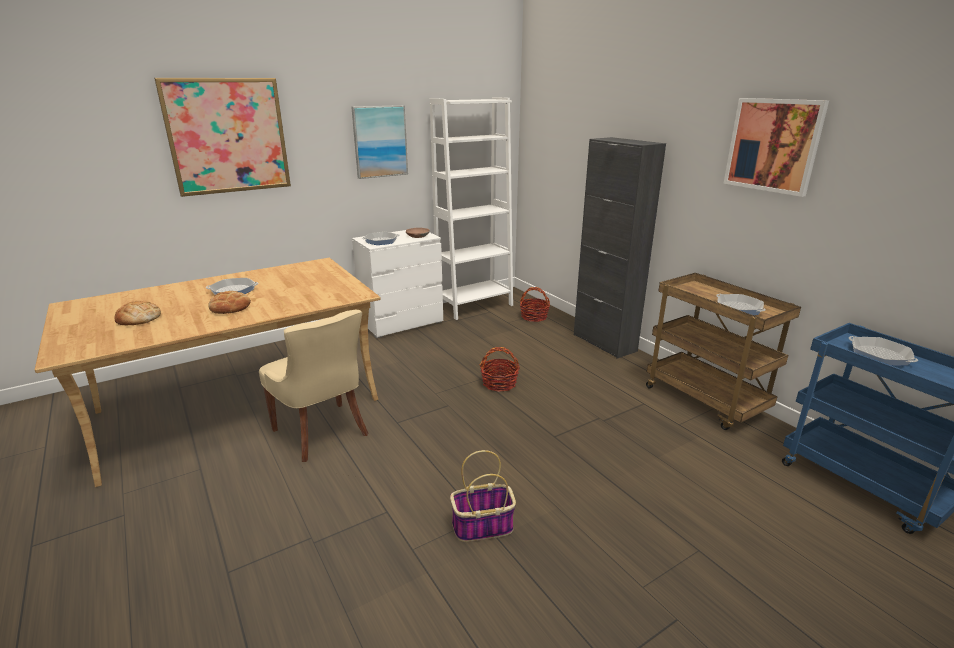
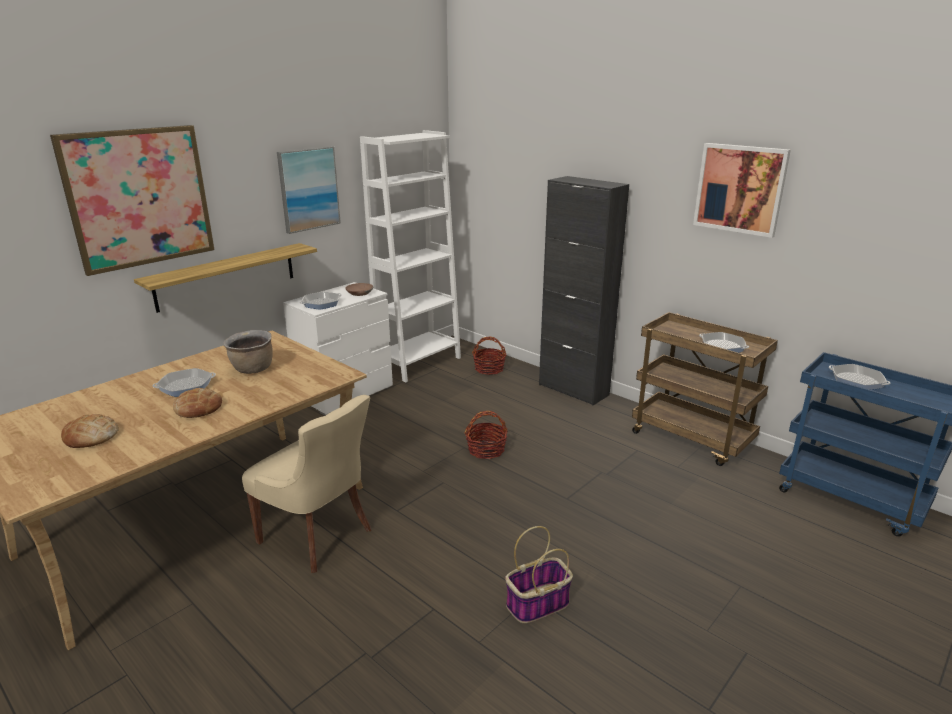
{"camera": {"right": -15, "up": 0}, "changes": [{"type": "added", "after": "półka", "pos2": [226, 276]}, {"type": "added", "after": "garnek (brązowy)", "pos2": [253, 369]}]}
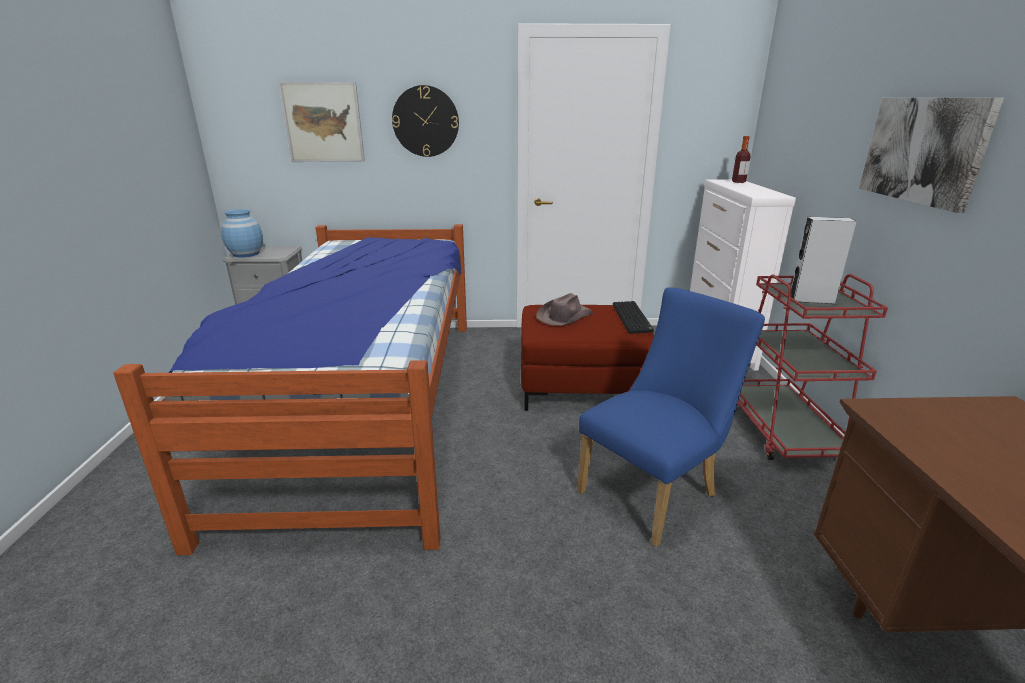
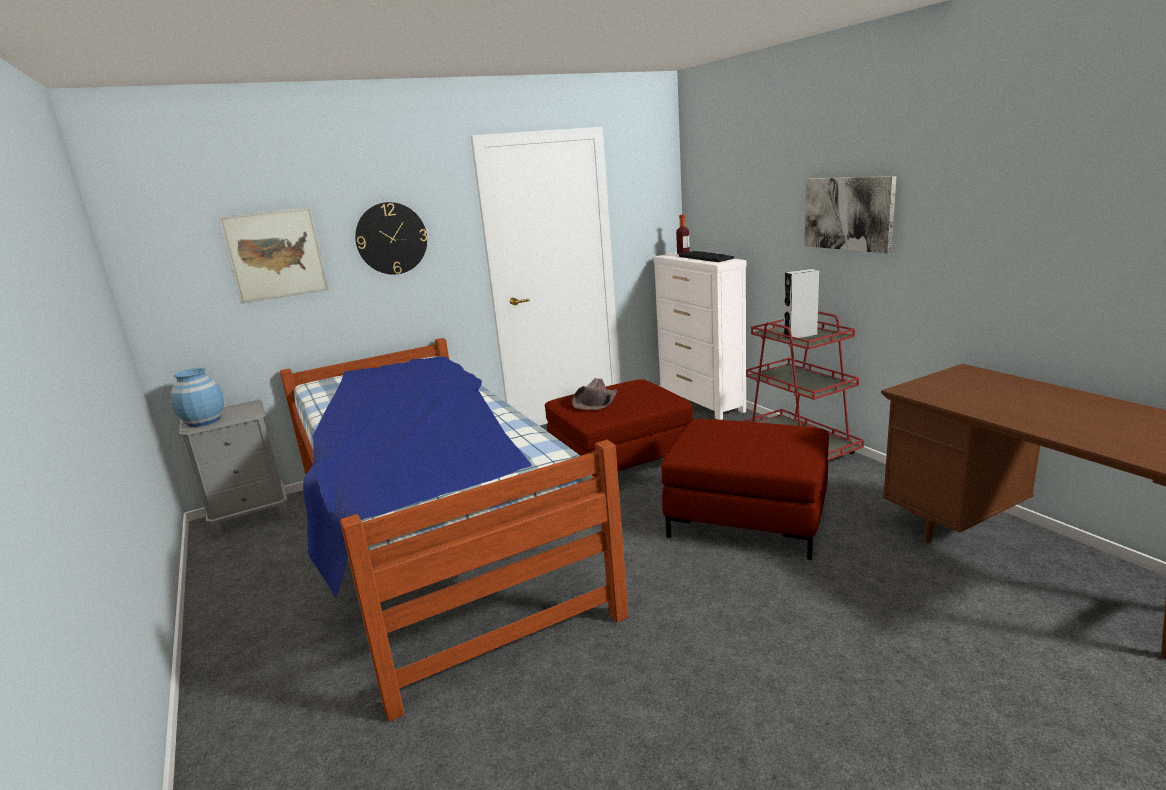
{"camera": {"right": -25, "up": -5}, "changes": [{"type": "replaced", "before": "krzesło (niebieski)", "after": "pufa (czerwony)", "pos1": [654, 491], "pos2": [748, 518]}, {"type": "moved", "before": "klawiatura", "pos1": [633, 318], "pos2": [707, 258]}]}
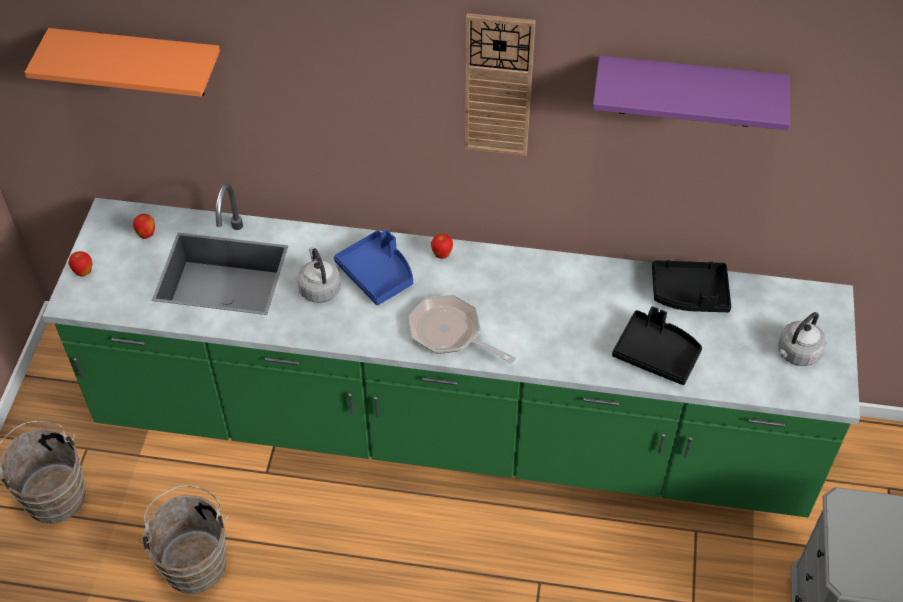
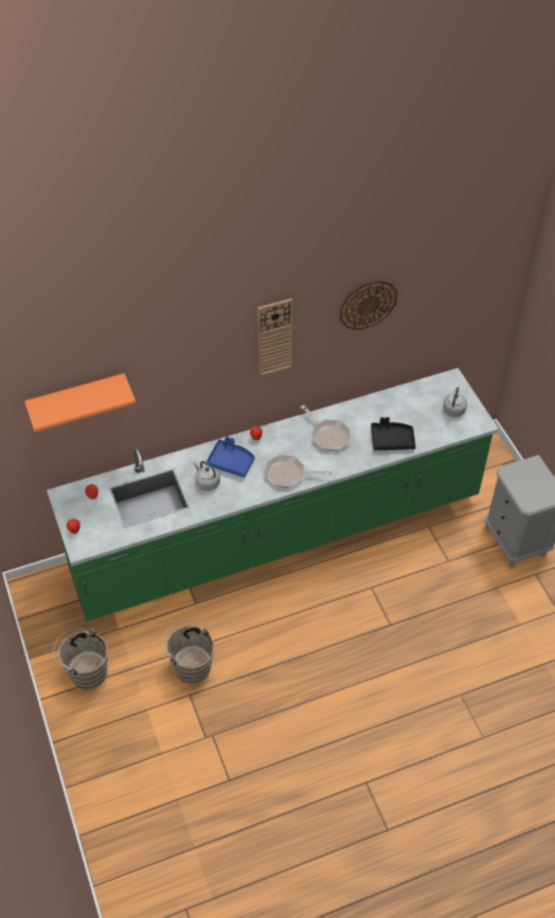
{"camera": {"right": -30, "up": 0}, "changes": [{"type": "added", "after": "patelnia", "pos2": [328, 435]}, {"type": "replaced", "before": "półka (fioletowy)", "after": "zegar ścienny", "pos1": [688, 92], "pos2": [367, 304]}, {"type": "removed", "before": "taca (czarny)", "pos1": [690, 294]}]}
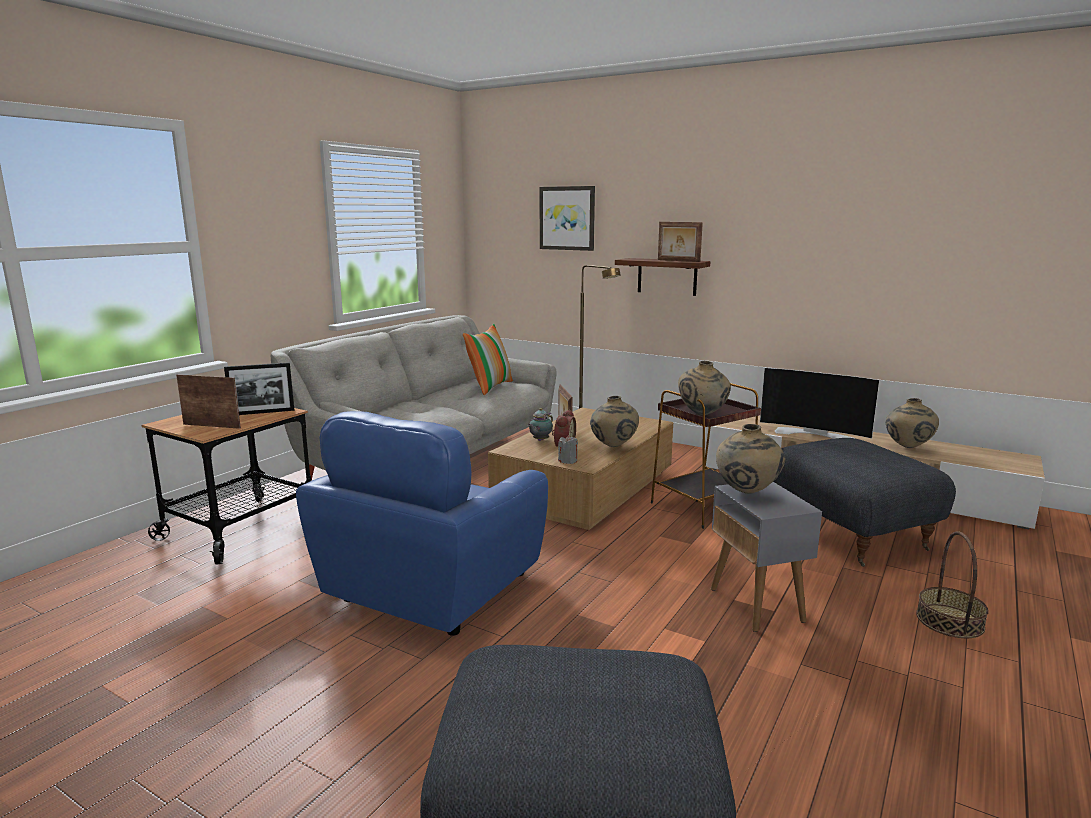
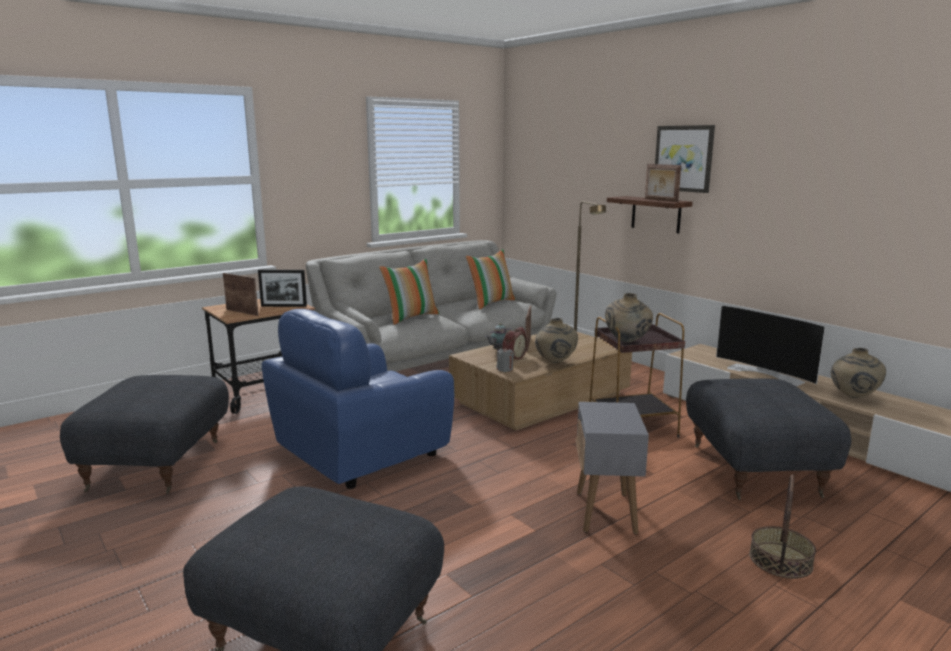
{"camera": {"right": 20, "up": 0}, "changes": [{"type": "added", "after": "pufa (szary)", "pos2": [159, 465]}, {"type": "added", "after": "poduszka", "pos2": [411, 317]}, {"type": "moved", "before": "obraz", "pos1": [567, 218], "pos2": [683, 158]}, {"type": "removed", "before": "wazon (beżowy)", "pos1": [747, 493]}]}
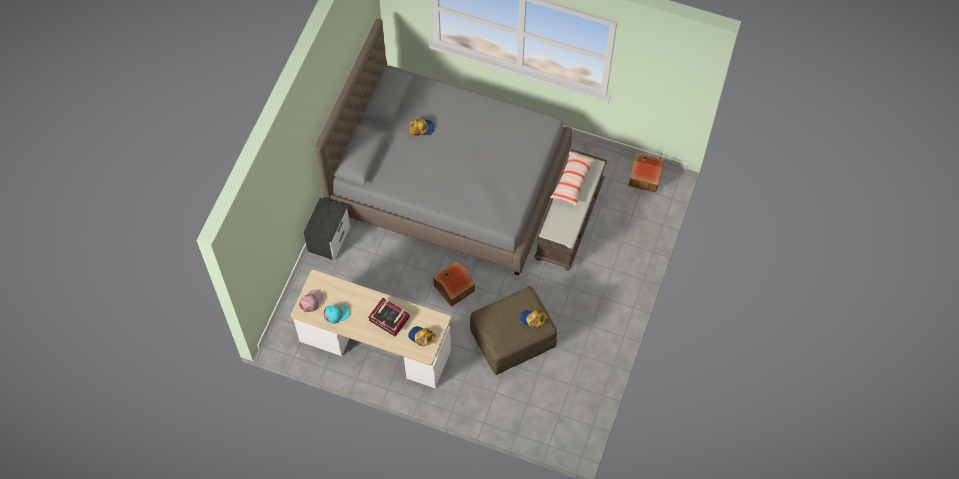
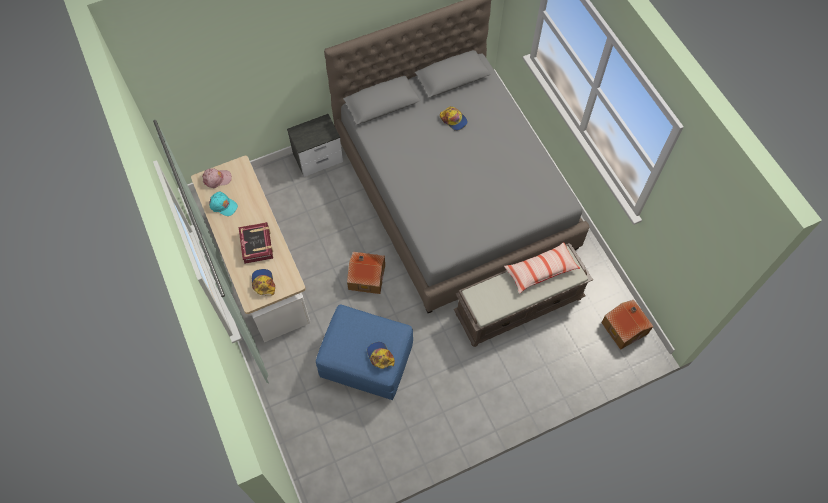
{"camera": {"right": 45, "up": 0}, "changes": [{"type": "recoloured", "before": "pufa (brązowy)", "after": "pufa (niebieski)", "pos1": [512, 339], "pos2": [366, 360]}]}
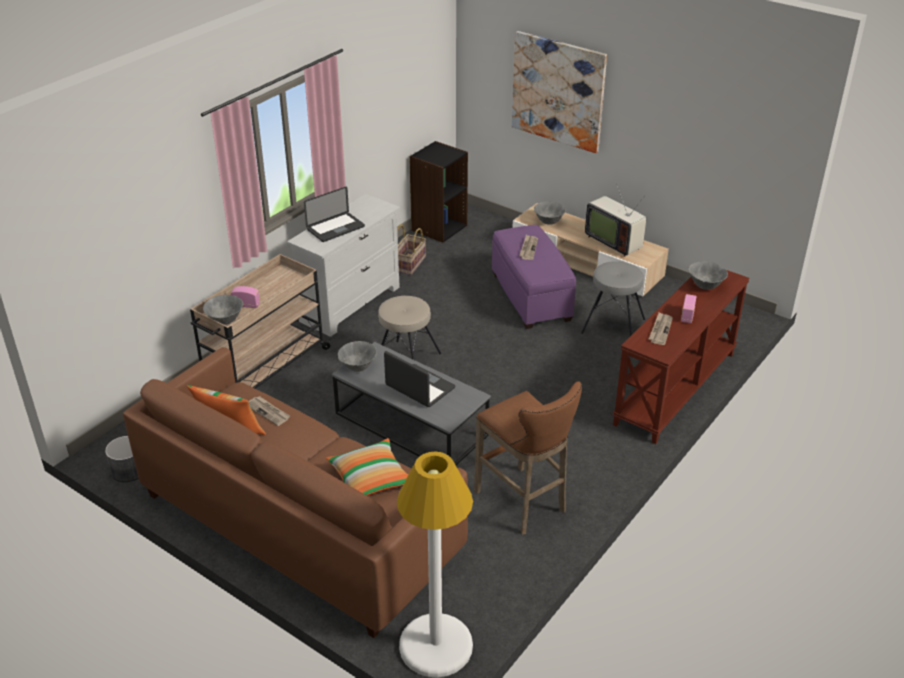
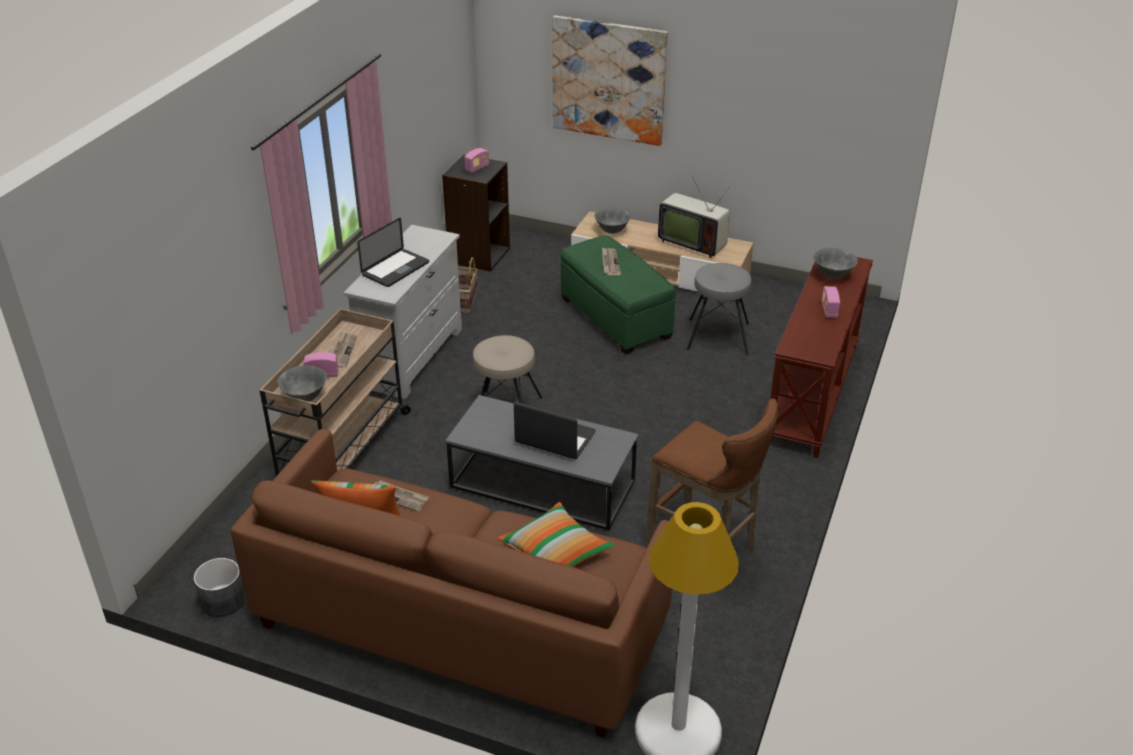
{"camera": {"right": -15, "up": 0}, "changes": [{"type": "moved", "before": "gazeta", "pos1": [660, 330], "pos2": [342, 351]}, {"type": "added", "after": "radio", "pos2": [477, 168]}, {"type": "recoloured", "before": "pufa (fioletowy)", "after": "pufa (zielony)", "pos1": [531, 297], "pos2": [616, 318]}, {"type": "removed", "before": "miska (szary)", "pos1": [358, 367]}]}
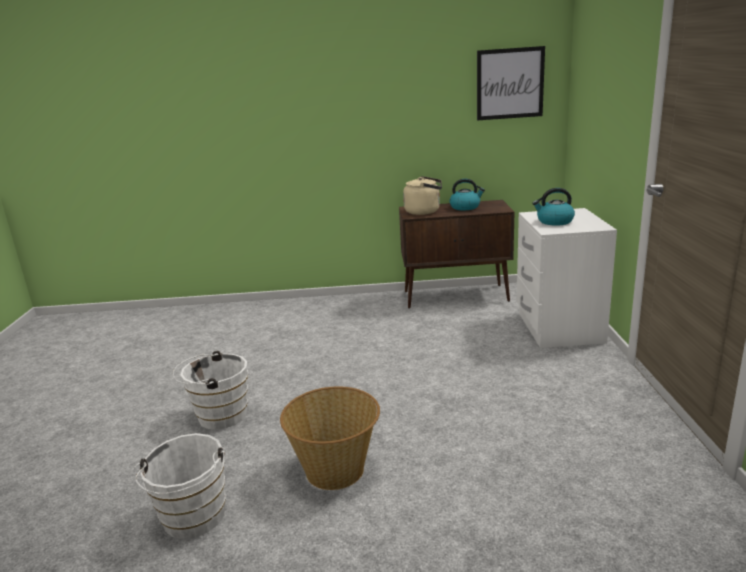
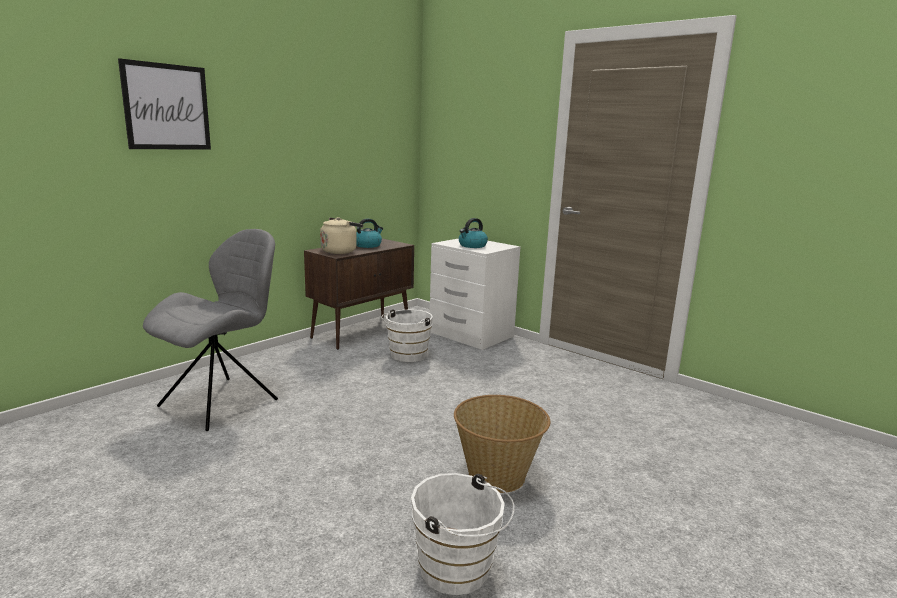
{"camera": {"right": -50, "up": -5}, "changes": [{"type": "moved", "before": "obraz", "pos1": [510, 83], "pos2": [167, 107]}, {"type": "added", "after": "krzesło (szary)", "pos2": [223, 401]}, {"type": "moved", "before": "wiadro (biały)", "pos1": [218, 415], "pos2": [406, 356]}]}
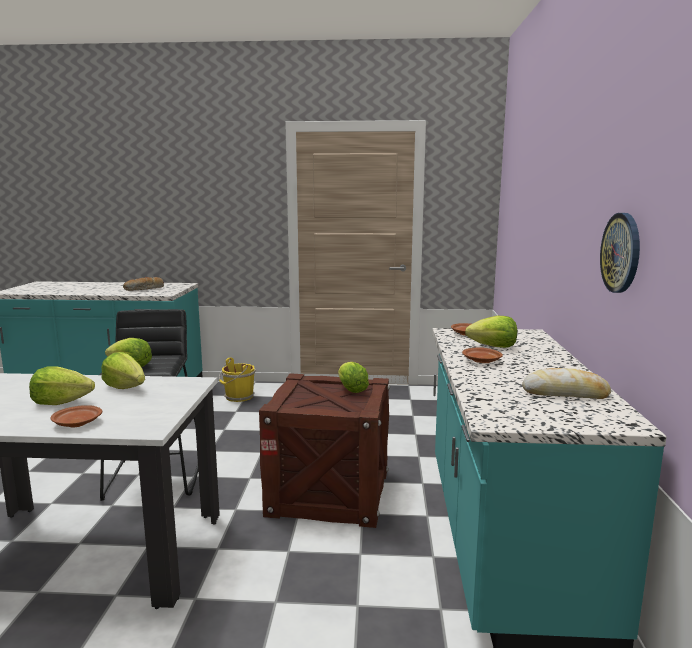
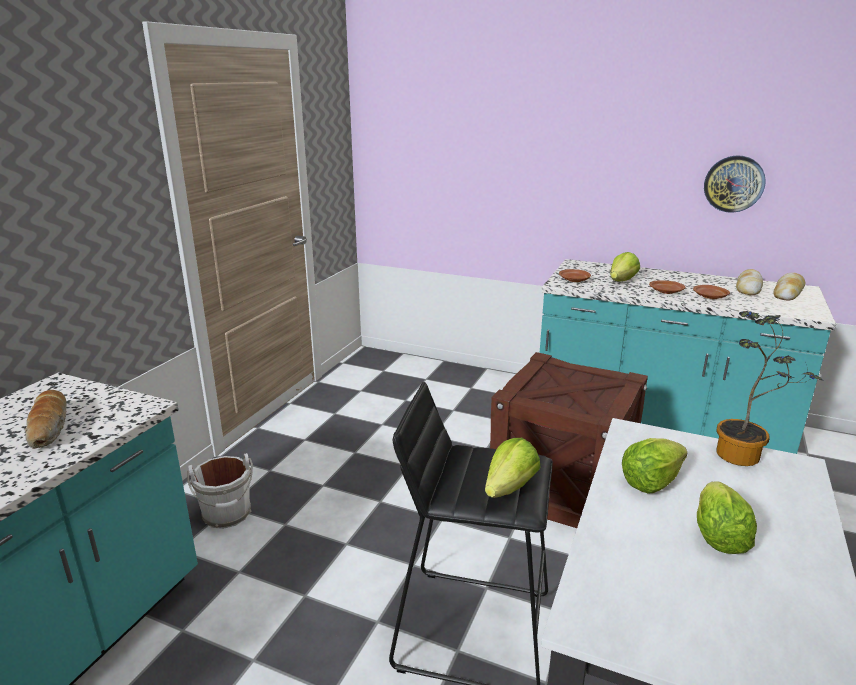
{"camera": {"right": -70, "up": 10}, "changes": [{"type": "recoloured", "before": "wiadro (żółty)", "after": "wiadro (biały)", "pos1": [238, 397], "pos2": [227, 515]}, {"type": "moved", "before": "talerz (brązowy)", "pos1": [76, 423], "pos2": [710, 297]}, {"type": "added", "after": "roślina doniczkowa", "pos2": [744, 457]}, {"type": "added", "after": "chleb", "pos2": [788, 292]}, {"type": "removed", "before": "sałata", "pos1": [351, 389]}]}
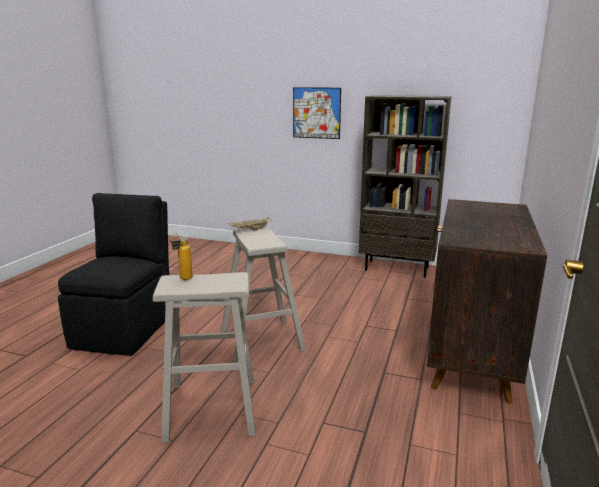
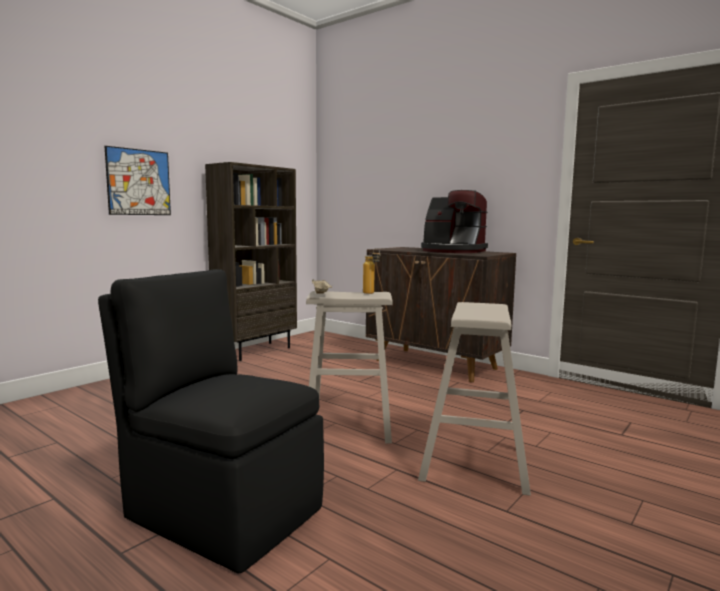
{"camera": {"right": -70, "up": -10}, "changes": [{"type": "moved", "before": "butelka", "pos1": [182, 279], "pos2": [371, 293]}, {"type": "added", "after": "ekspres do kawy", "pos2": [452, 251]}]}
